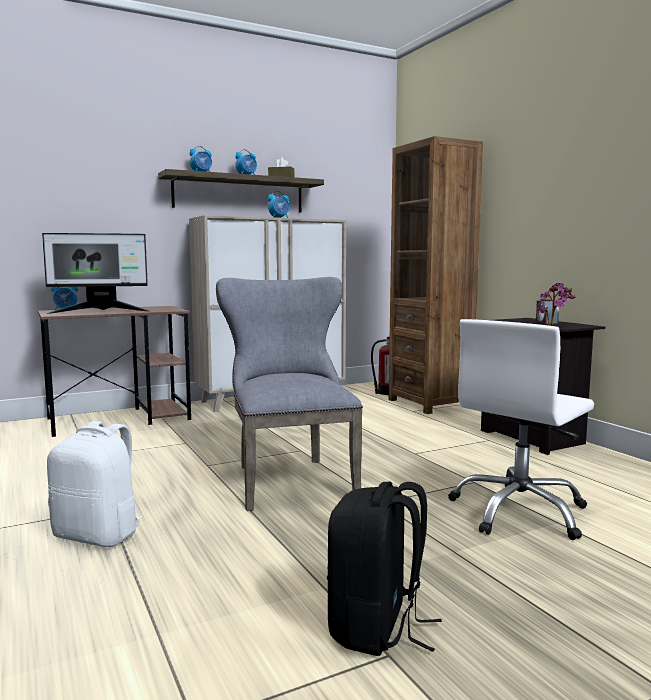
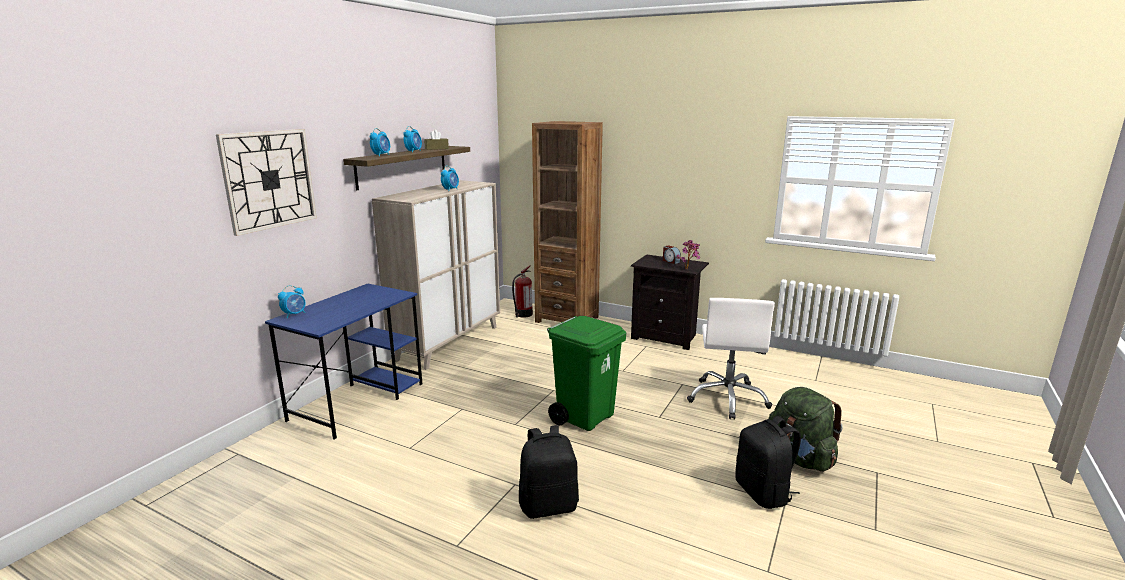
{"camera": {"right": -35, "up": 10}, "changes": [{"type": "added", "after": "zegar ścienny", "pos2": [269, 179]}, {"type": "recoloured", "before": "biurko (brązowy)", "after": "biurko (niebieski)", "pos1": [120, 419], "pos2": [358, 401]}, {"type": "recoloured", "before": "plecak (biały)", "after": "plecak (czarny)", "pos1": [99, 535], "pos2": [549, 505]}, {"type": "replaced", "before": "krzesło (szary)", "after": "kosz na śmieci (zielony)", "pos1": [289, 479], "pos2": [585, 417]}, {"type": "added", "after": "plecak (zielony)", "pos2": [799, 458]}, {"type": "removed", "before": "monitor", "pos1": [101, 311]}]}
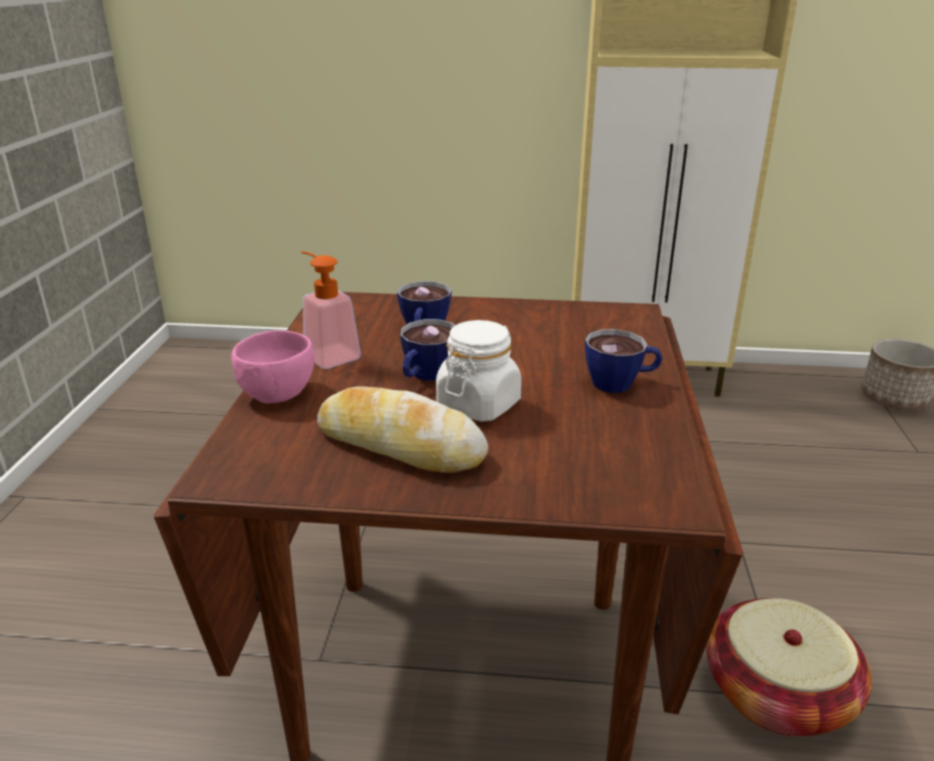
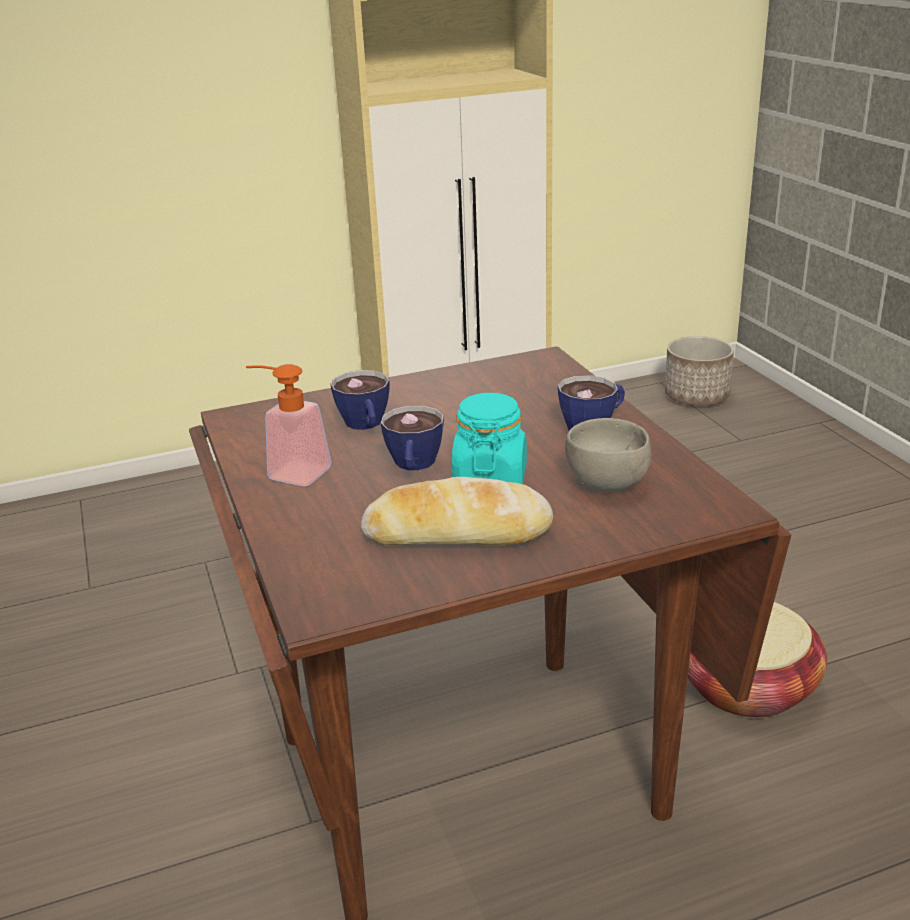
{"camera": {"right": -25, "up": 0}, "changes": [{"type": "recoloured", "before": "słoik (biały)", "after": "słoik (turkusowy)", "pos1": [478, 404], "pos2": [490, 478]}, {"type": "added", "after": "miska (szary)", "pos2": [608, 485]}, {"type": "removed", "before": "miska (różowy)", "pos1": [275, 393]}]}
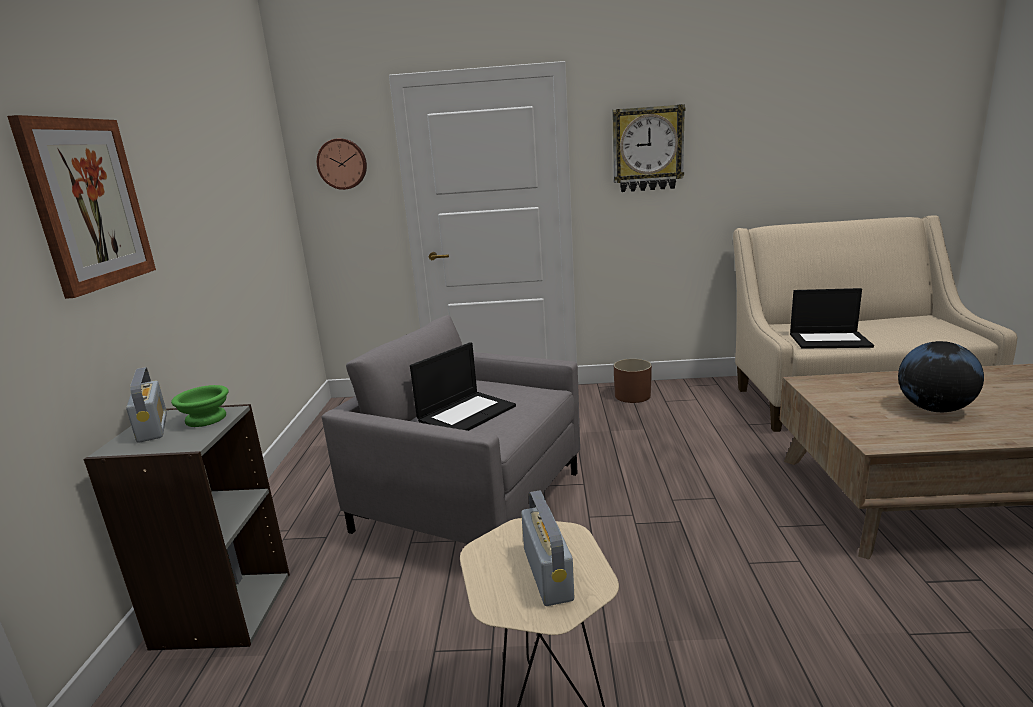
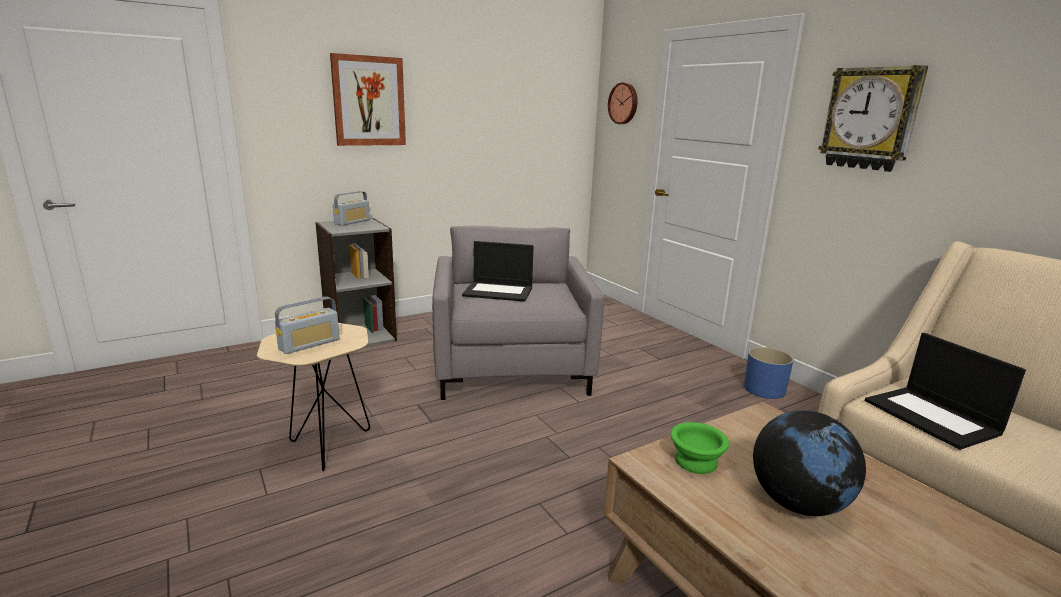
{"camera": {"right": 55, "up": 0}, "changes": [{"type": "moved", "before": "miska (zielony)", "pos1": [206, 418], "pos2": [696, 460]}, {"type": "recoloured", "before": "donica (brązowy)", "after": "donica (niebieski)", "pos1": [632, 395], "pos2": [764, 389]}]}
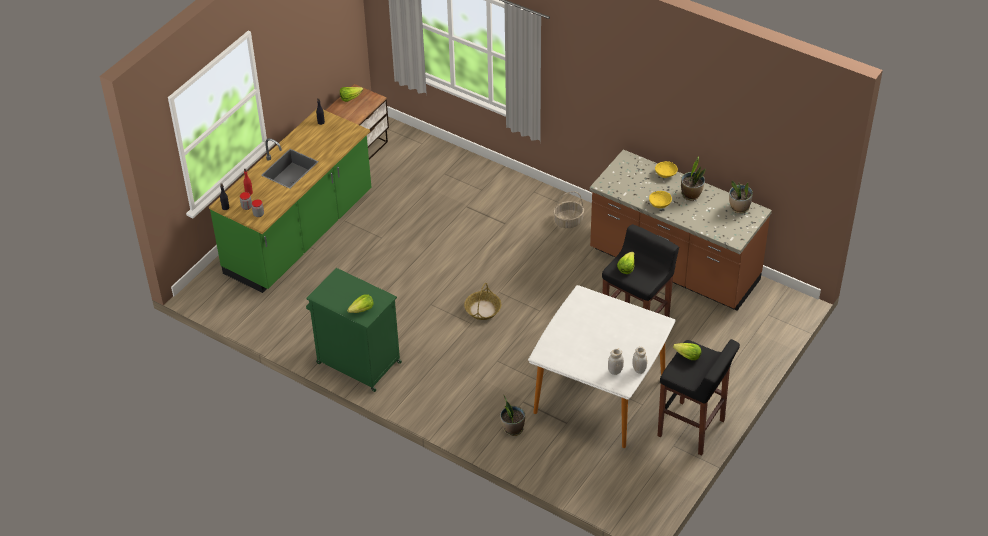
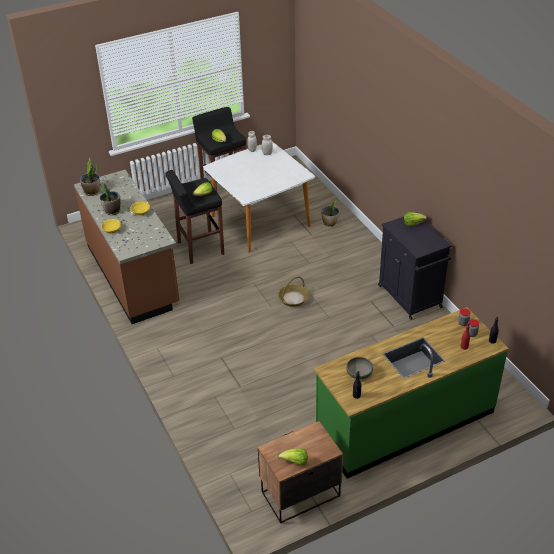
{"camera": {"right": -150, "up": -5}, "changes": [{"type": "added", "after": "miska (szary)", "pos2": [359, 373]}, {"type": "recoloured", "before": "szafka (zielony)", "after": "szafka (czarny)", "pos1": [357, 362], "pos2": [410, 297]}, {"type": "removed", "before": "koszyk", "pos1": [568, 221]}]}
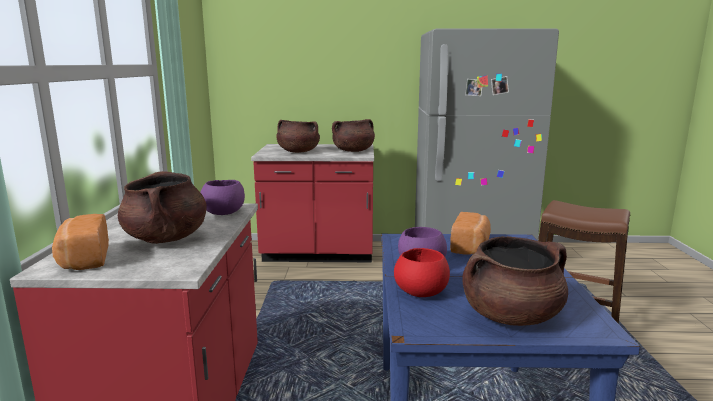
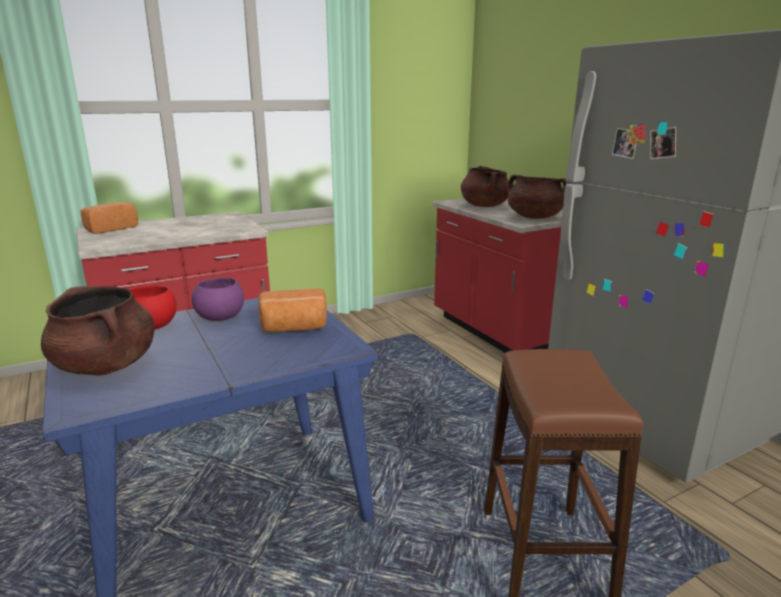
{"camera": {"right": 60, "up": 5}, "changes": [{"type": "removed", "before": "garnek (brązowy)", "pos1": [166, 238]}, {"type": "removed", "before": "miska (fioletowy)", "pos1": [224, 213]}]}
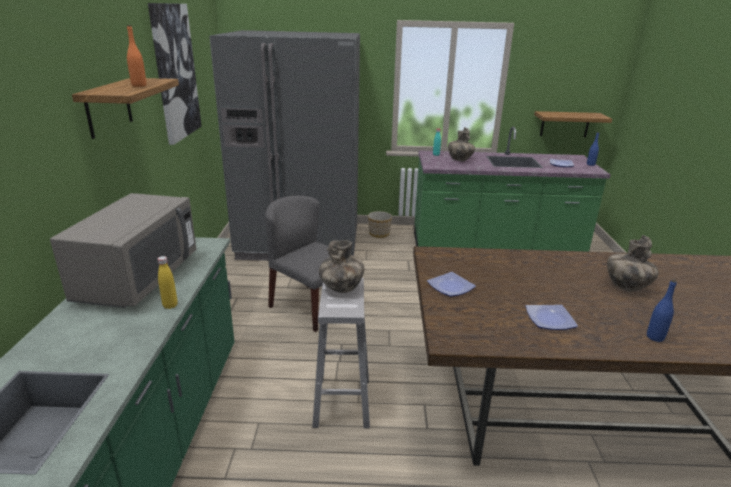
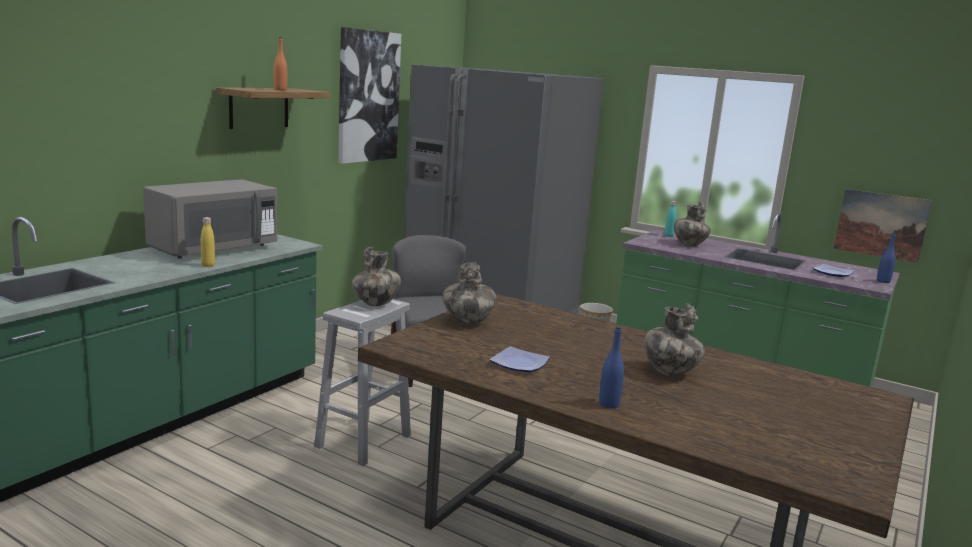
{"camera": {"right": 30, "up": -10}, "changes": [{"type": "replaced", "before": "talerz", "after": "wazon", "pos1": [450, 286], "pos2": [468, 322]}, {"type": "replaced", "before": "półka", "after": "obraz", "pos1": [565, 124], "pos2": [881, 225]}]}
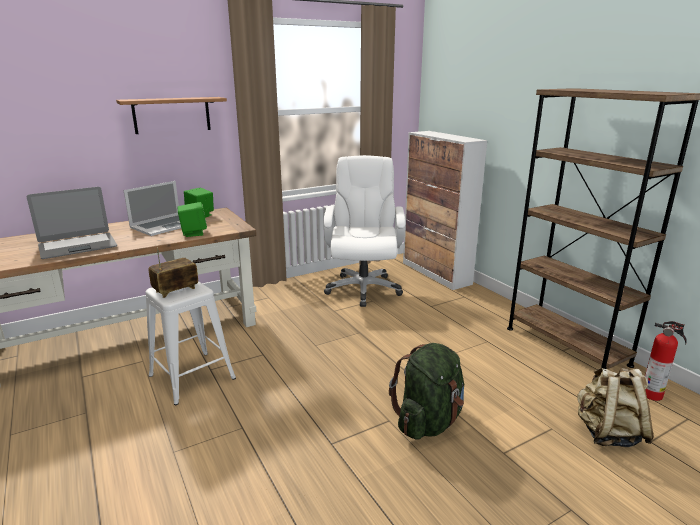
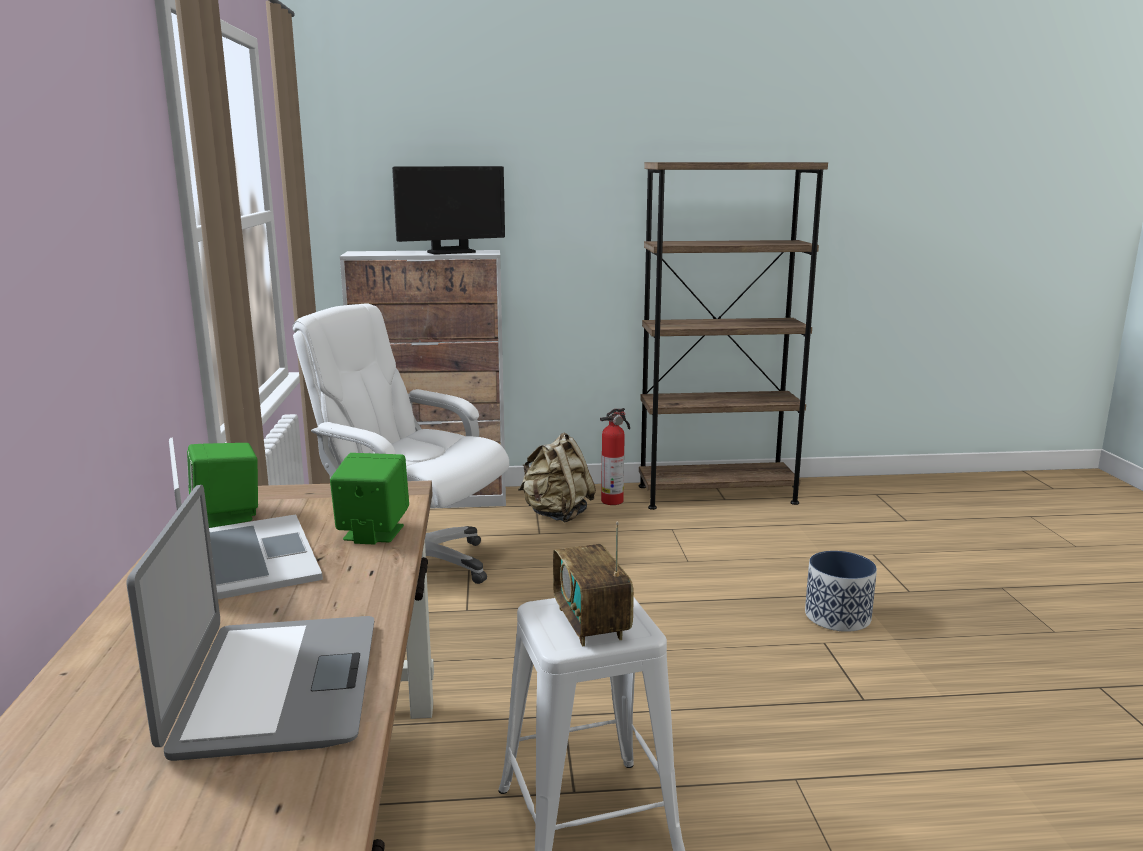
{"camera": {"right": -65, "up": -5}, "changes": [{"type": "added", "after": "monitor", "pos2": [451, 252]}, {"type": "moved", "before": "plecak (beżowy)", "pos1": [608, 433], "pos2": [557, 515]}, {"type": "moved", "before": "gaśnica", "pos1": [653, 395], "pos2": [613, 500]}, {"type": "replaced", "before": "plecak (zielony)", "after": "donica", "pos1": [428, 422], "pos2": [837, 616]}, {"type": "removed", "before": "półka", "pos1": [172, 115]}]}
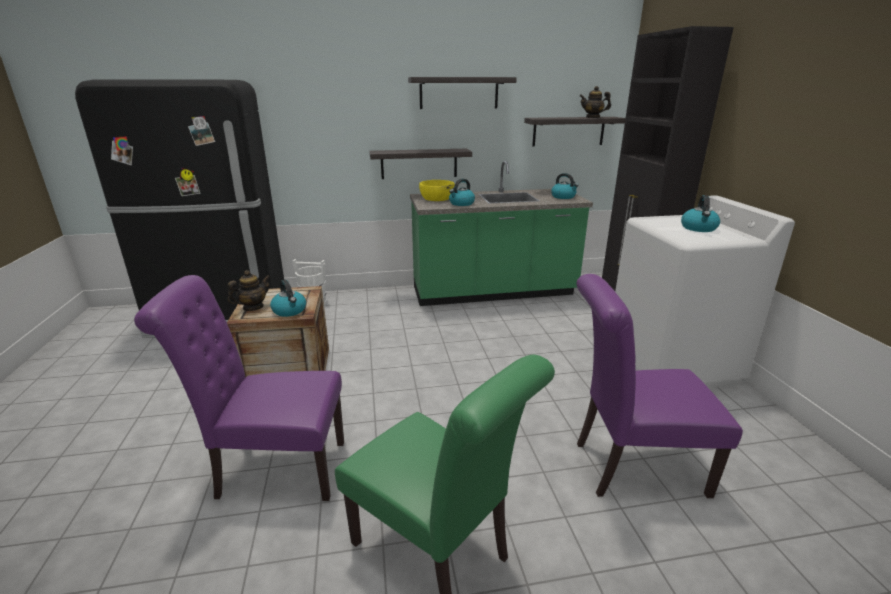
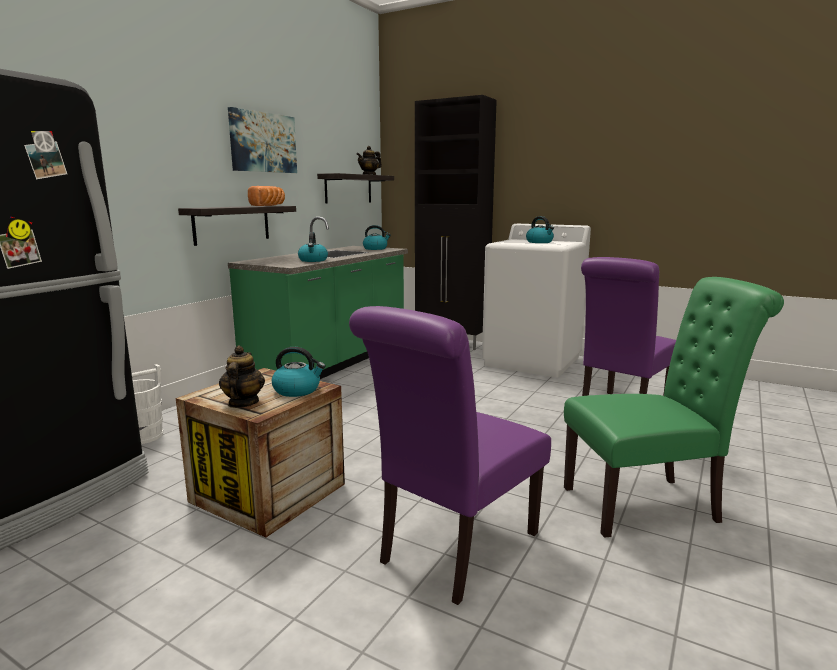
{"camera": {"right": -50, "up": -10}, "changes": [{"type": "replaced", "before": "półka", "after": "obraz", "pos1": [459, 93], "pos2": [263, 142]}, {"type": "added", "after": "chleb", "pos2": [269, 205]}, {"type": "removed", "before": "miska (żółty)", "pos1": [437, 198]}]}
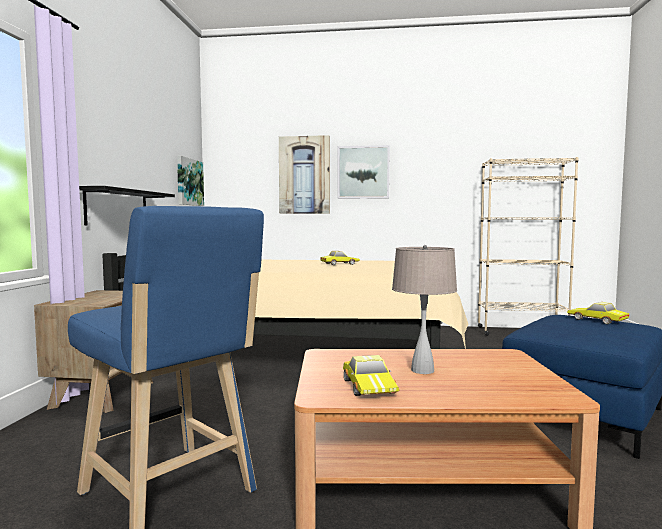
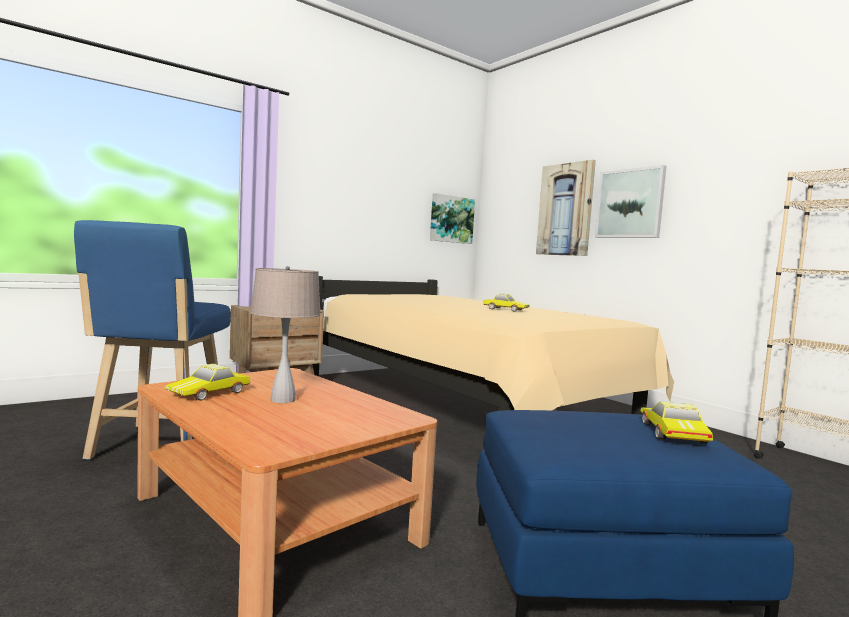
{"camera": {"right": 45, "up": 0}, "changes": [{"type": "removed", "before": "półka (czarny)", "pos1": [117, 207]}]}
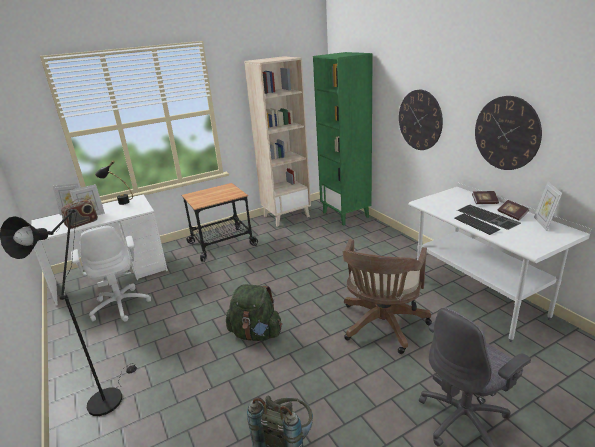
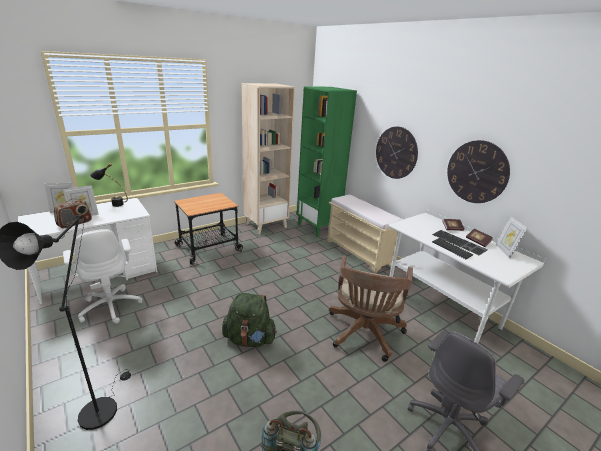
{"camera": {"right": -10, "up": 0}, "changes": [{"type": "added", "after": "ławka (beżowy)", "pos2": [359, 252]}]}
